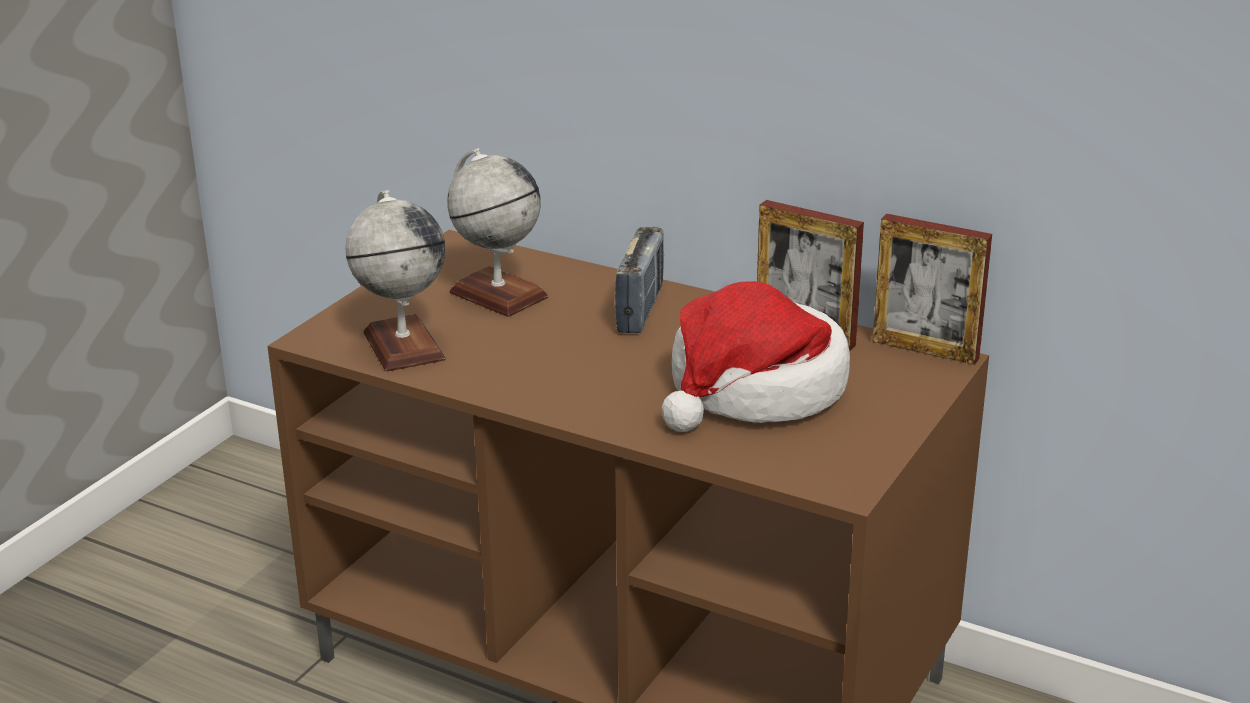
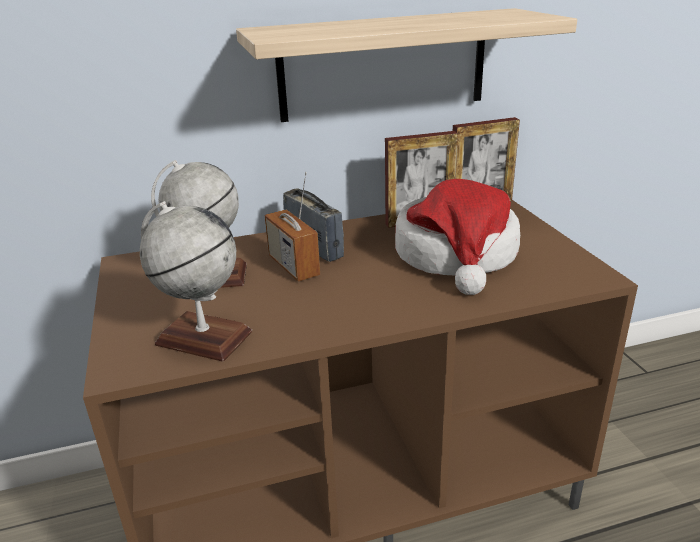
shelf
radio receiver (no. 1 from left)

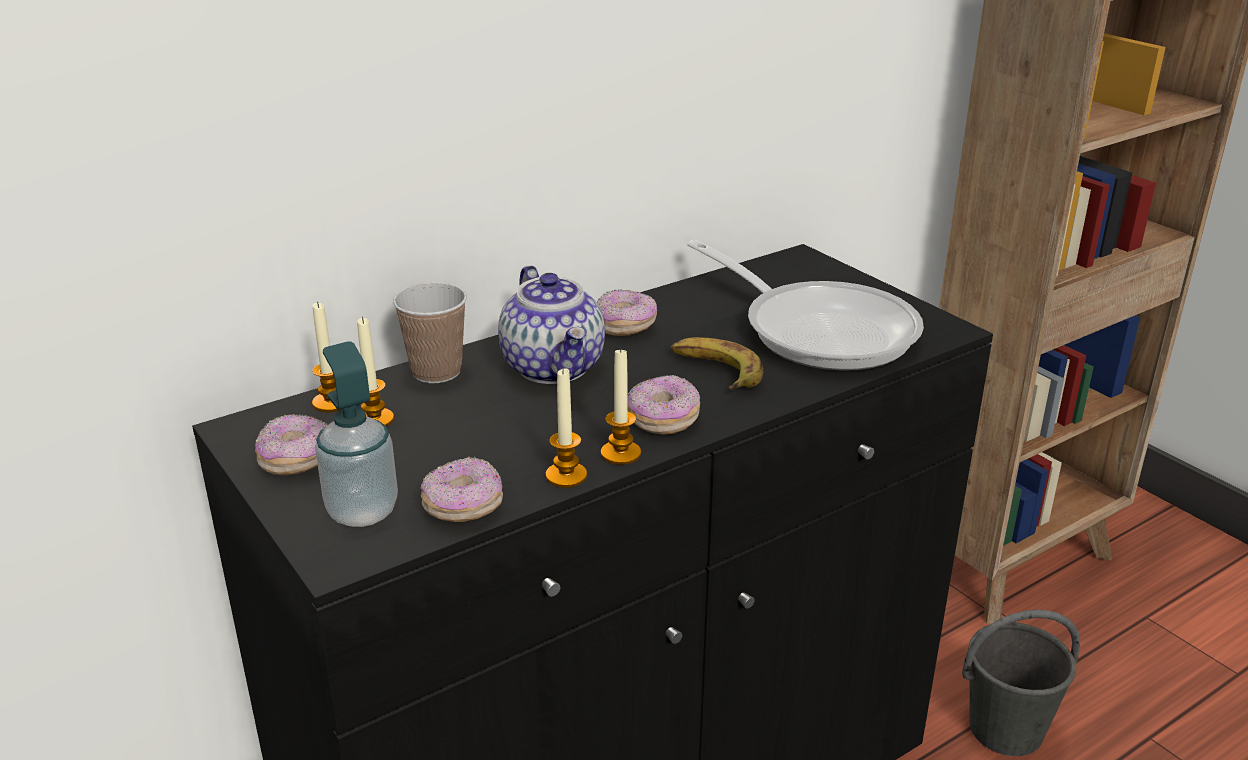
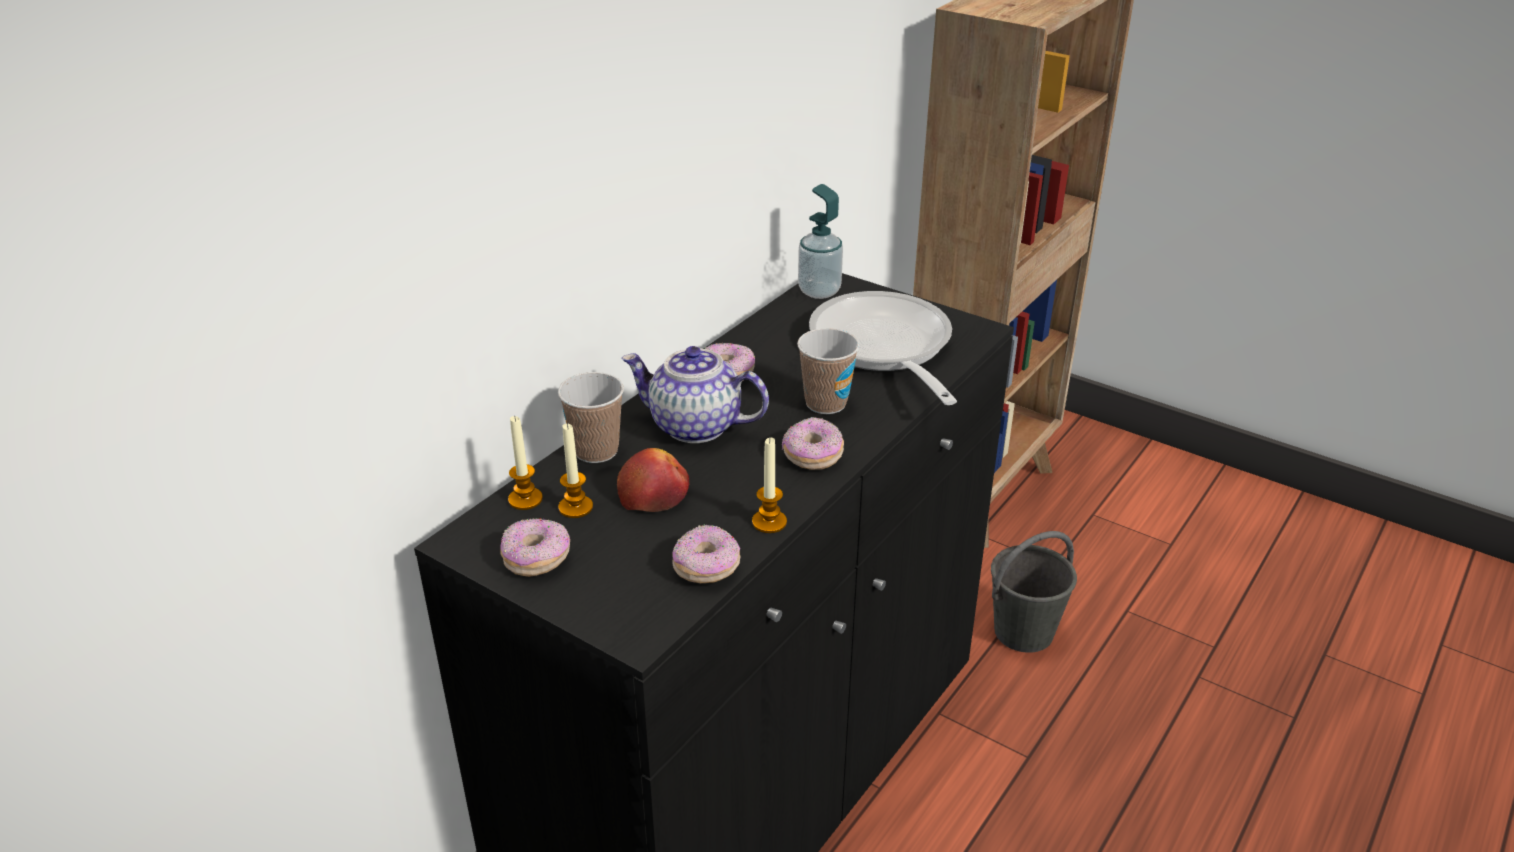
candle (no. 4 from left in the first image)
apple fruit
liquid soap bottle
cup (no. 2 from left)
pot for tea
skillet

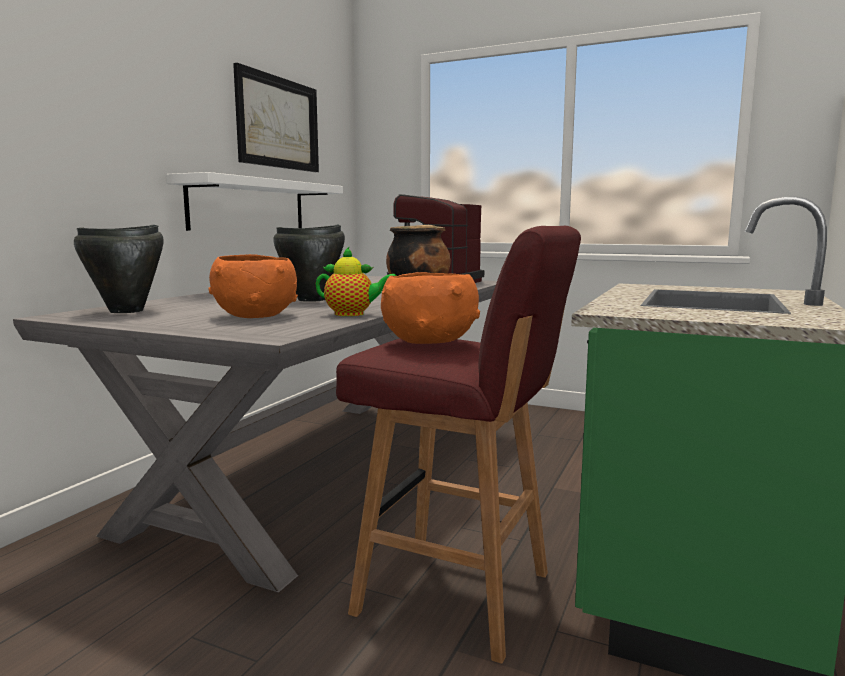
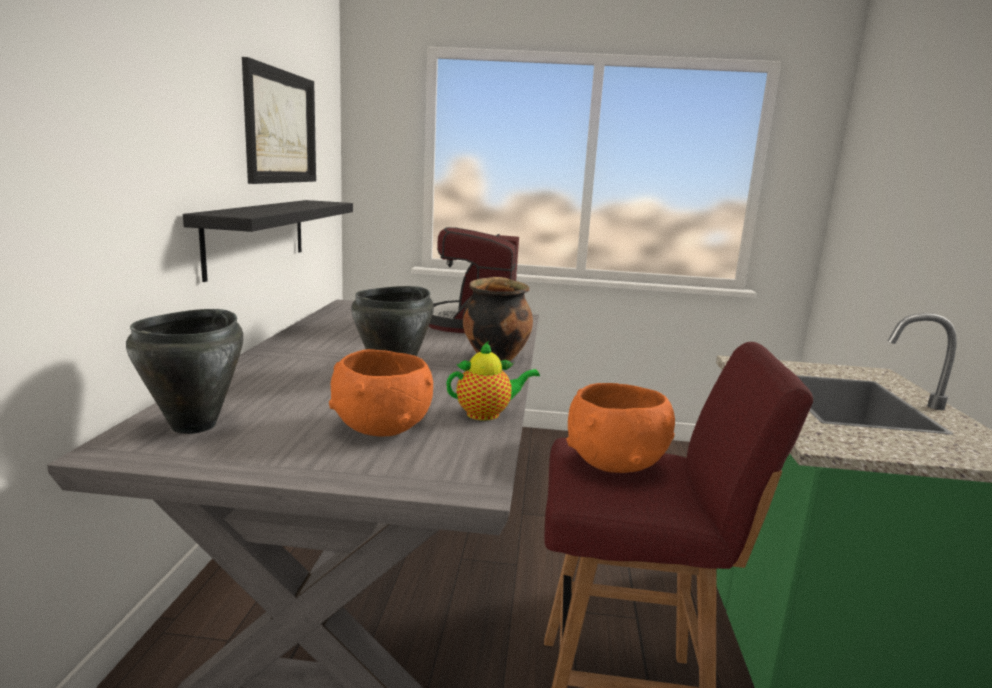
shelf/black

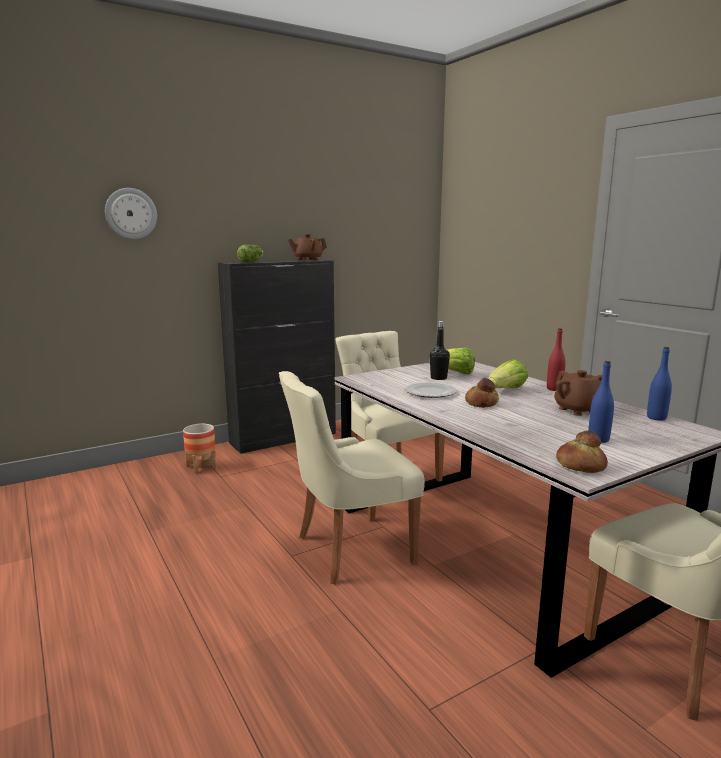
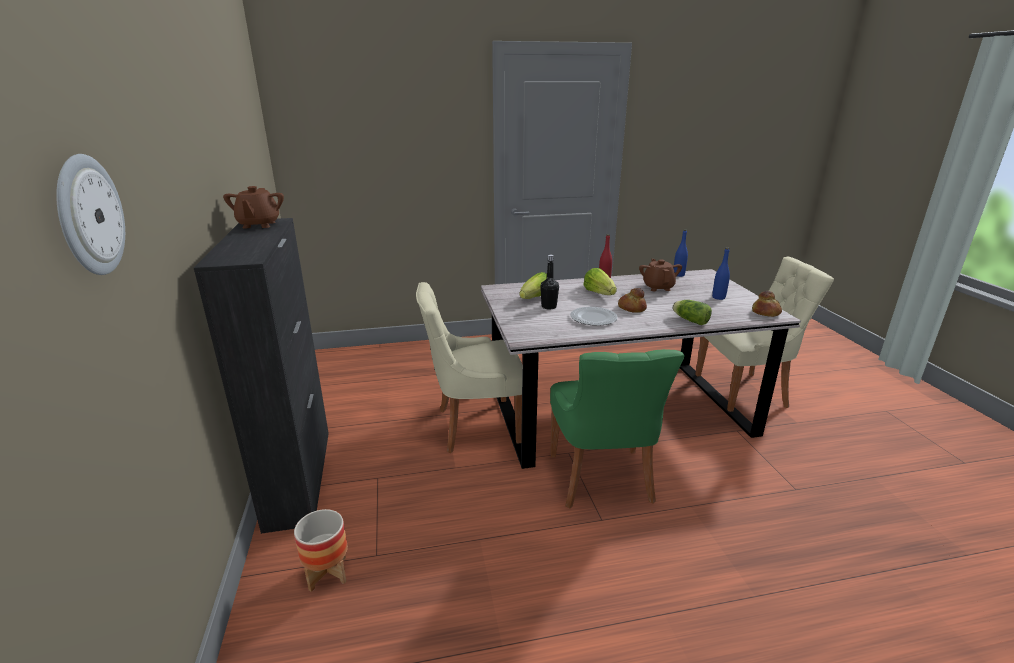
lettuce head (no. 3 from left)
plain chair/green
pot for tea/brown (no. 2 from left)

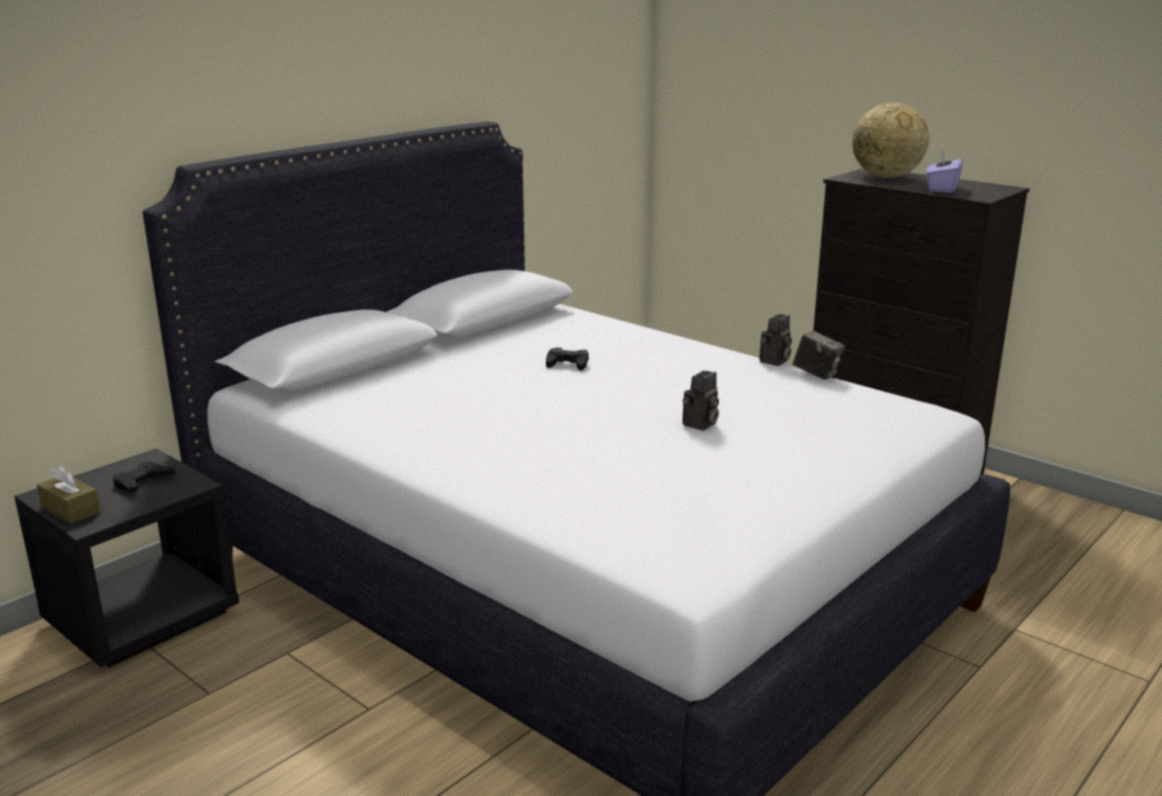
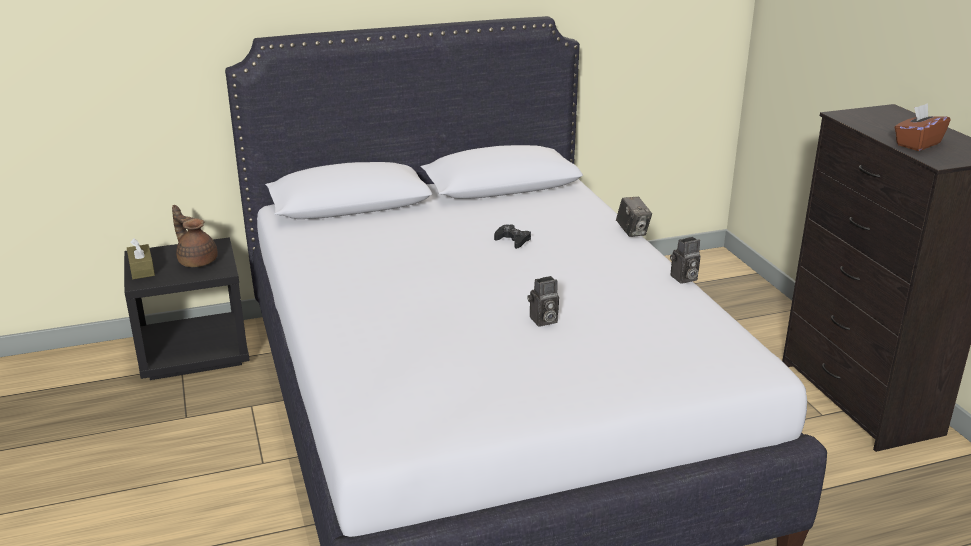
globe
still camera (no. 2 from left)
pot for tea/brown
tissue holder/brown (no. 2 from left)

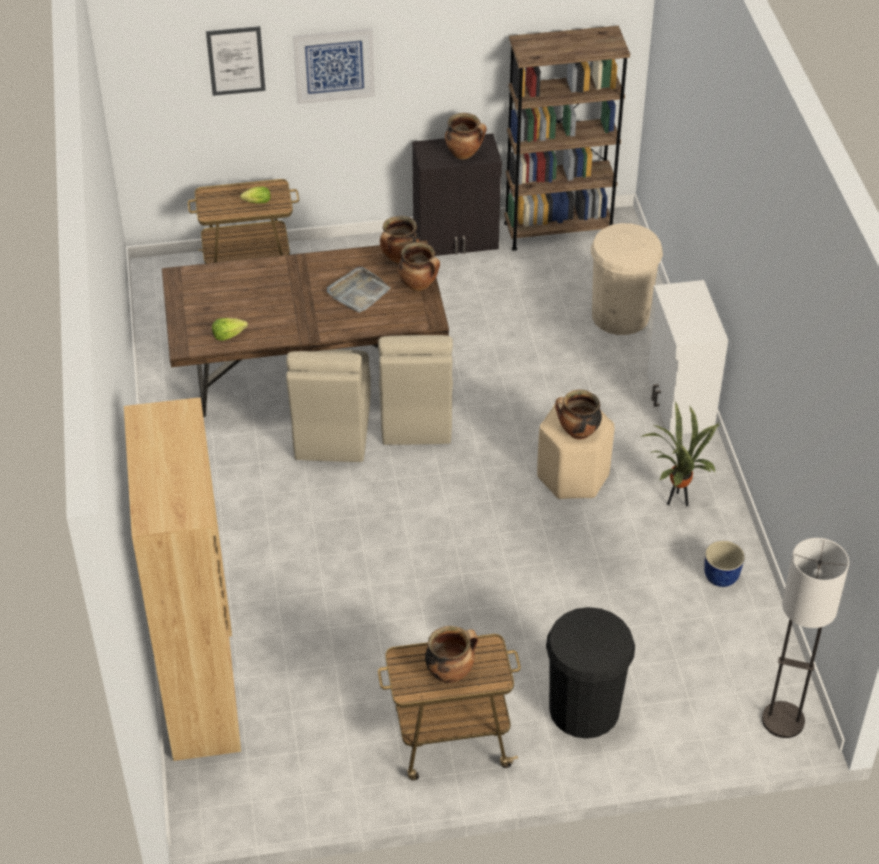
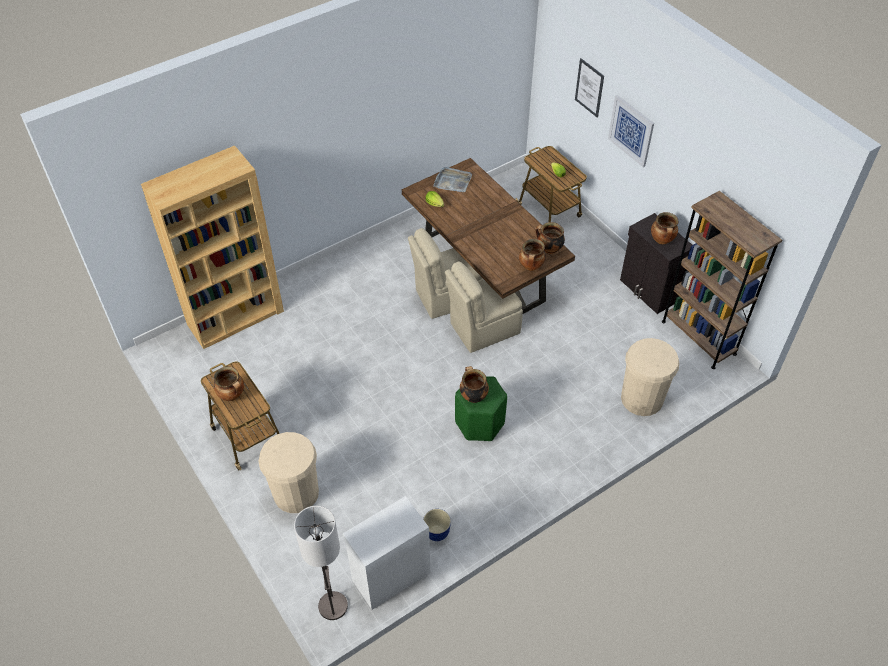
houseplant
carrying tray/greyish
cupboard/white-coloured
stool seat/green
waste bin/beige (no. 1 from left)

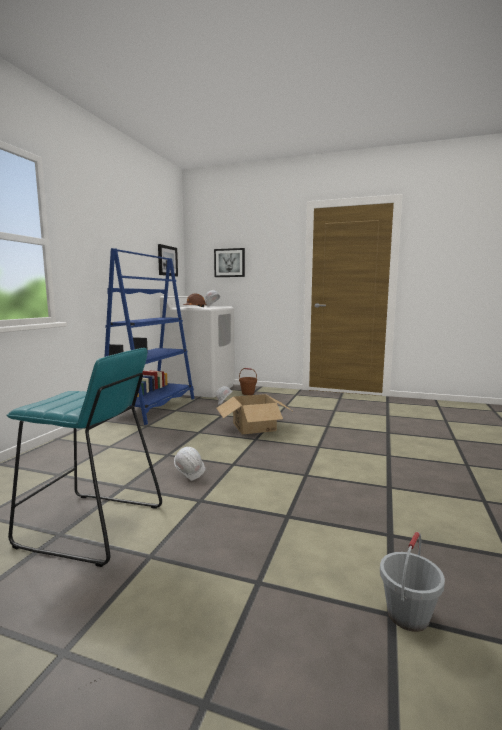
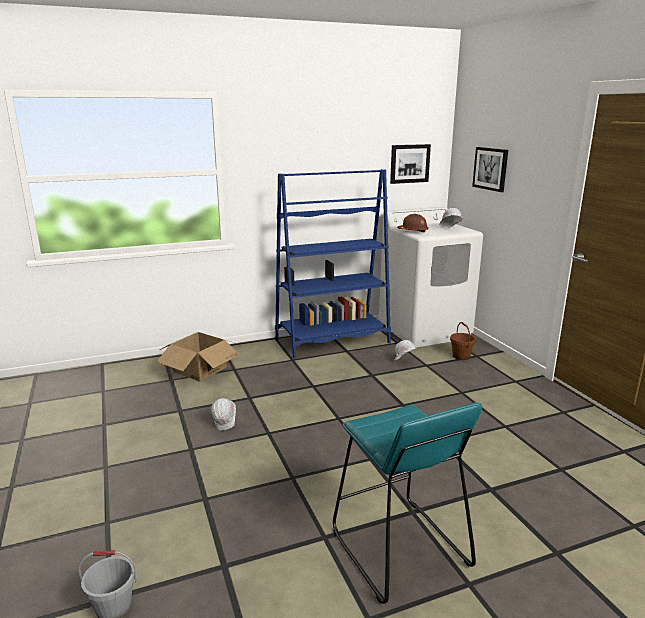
stool seat/turquoise
cardboard box

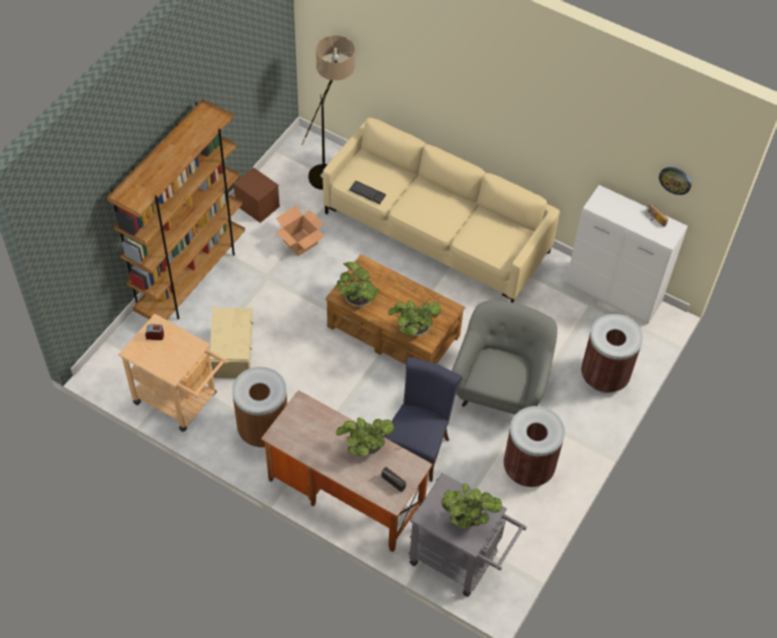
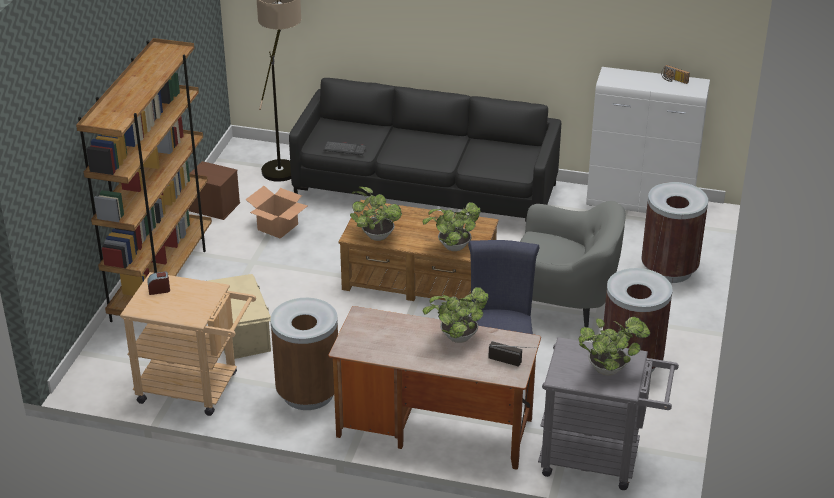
wall clock
couch/black
lounge chair/greyish

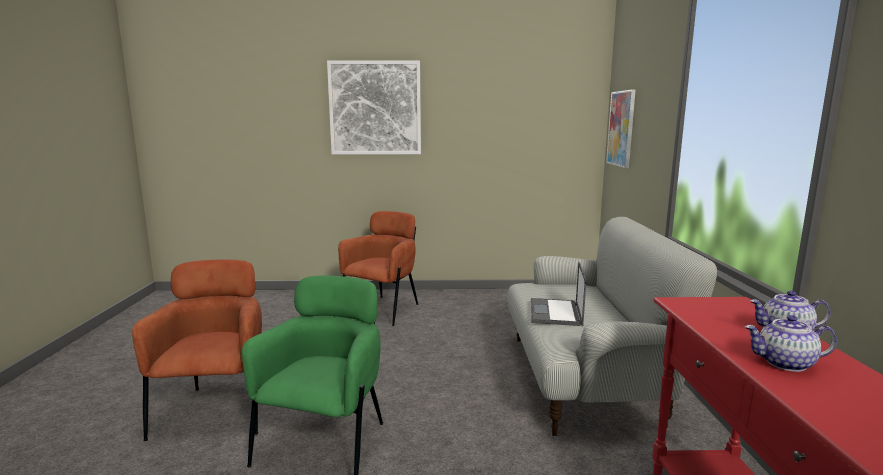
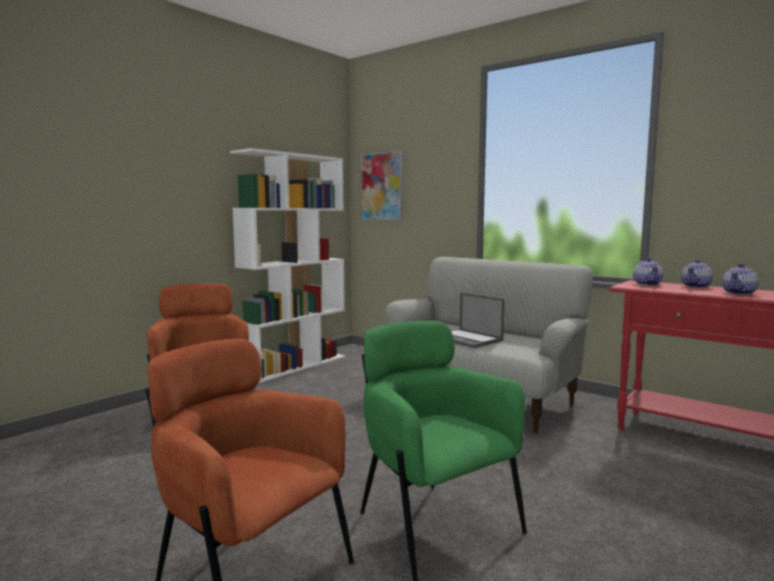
picture (no. 1 from left in the first image)
shelving unit/white-coloured
pot for tea (no. 1 from left)

